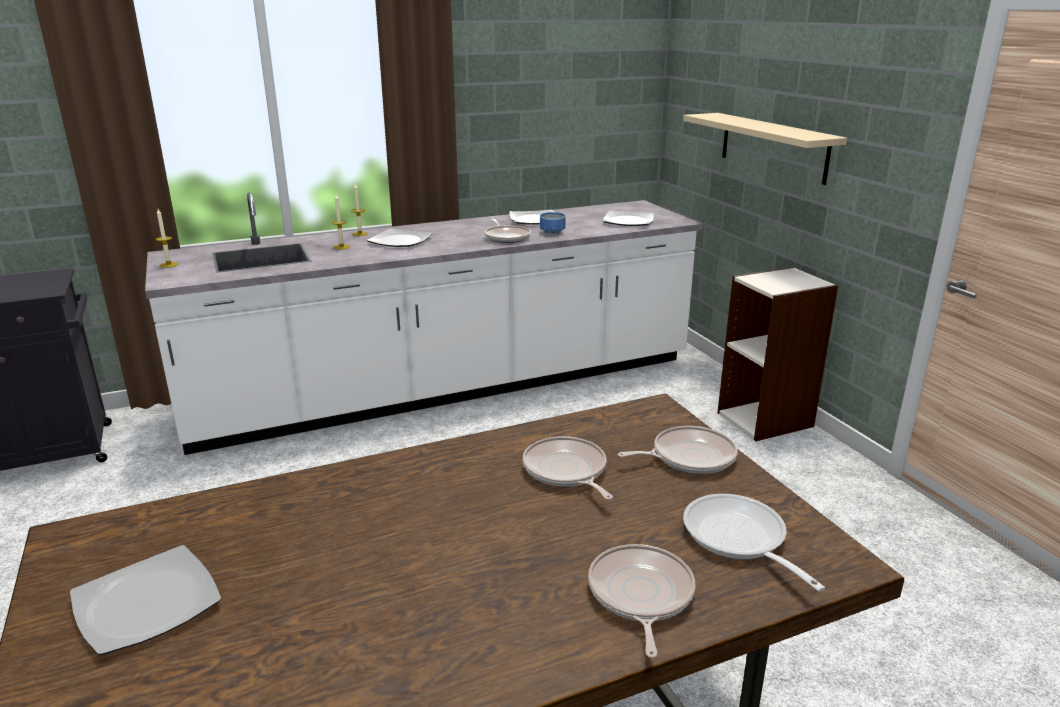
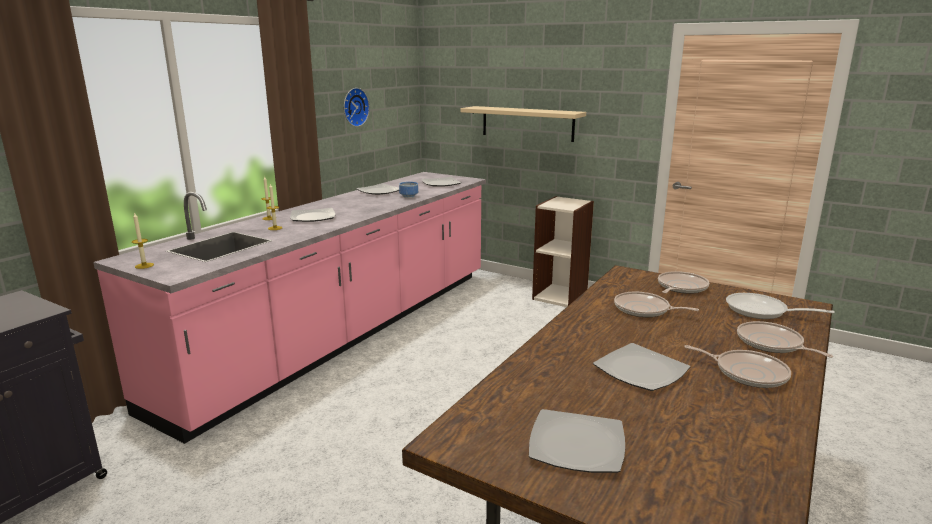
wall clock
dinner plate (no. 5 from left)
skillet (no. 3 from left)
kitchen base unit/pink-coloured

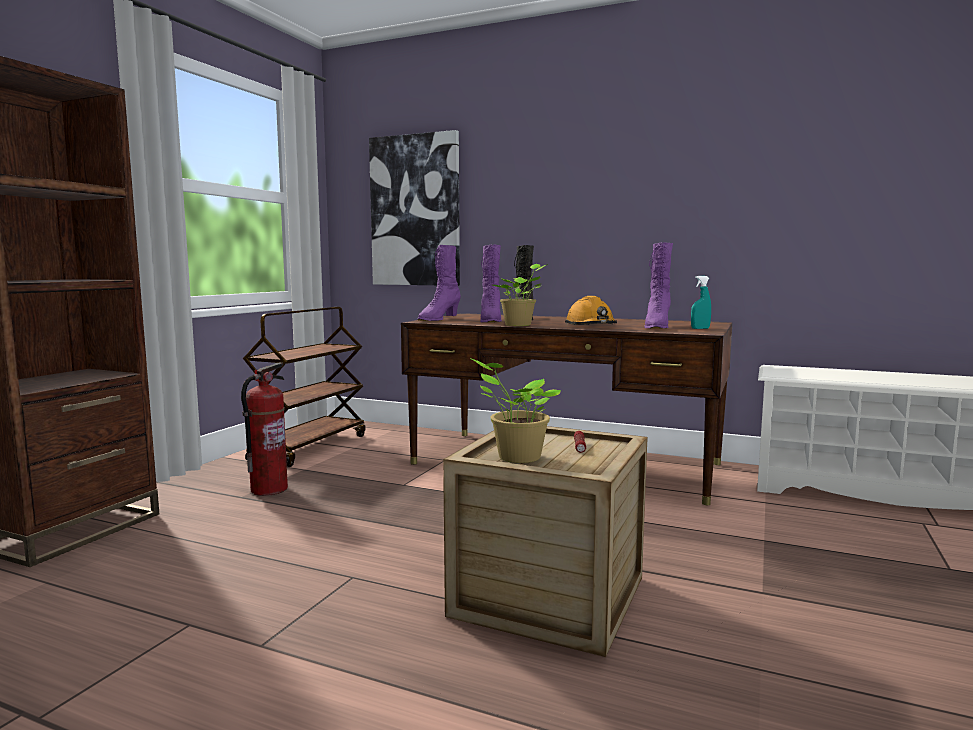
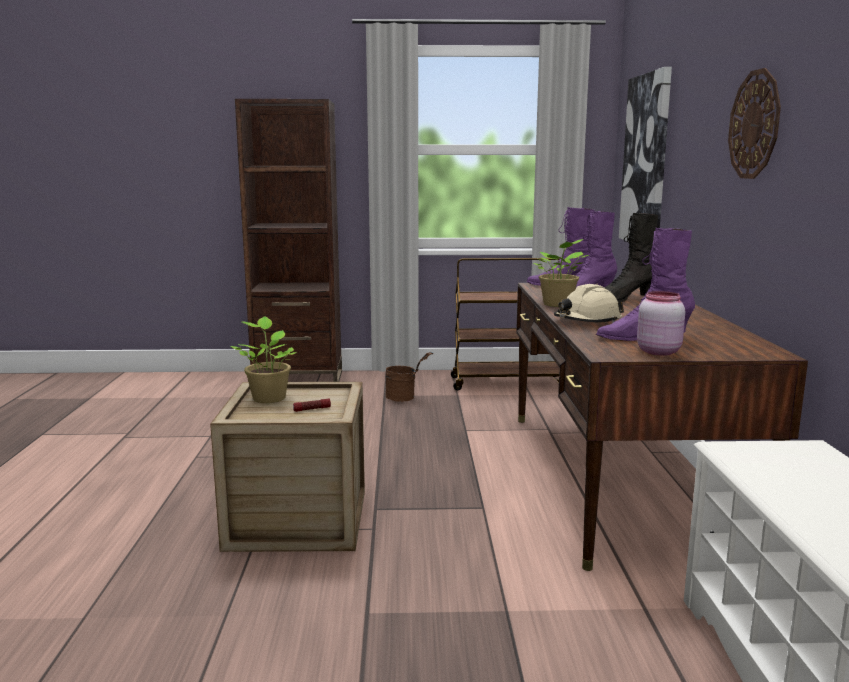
wall clock
water bucket/brown
jar/pink-coloured
hard hat/beige

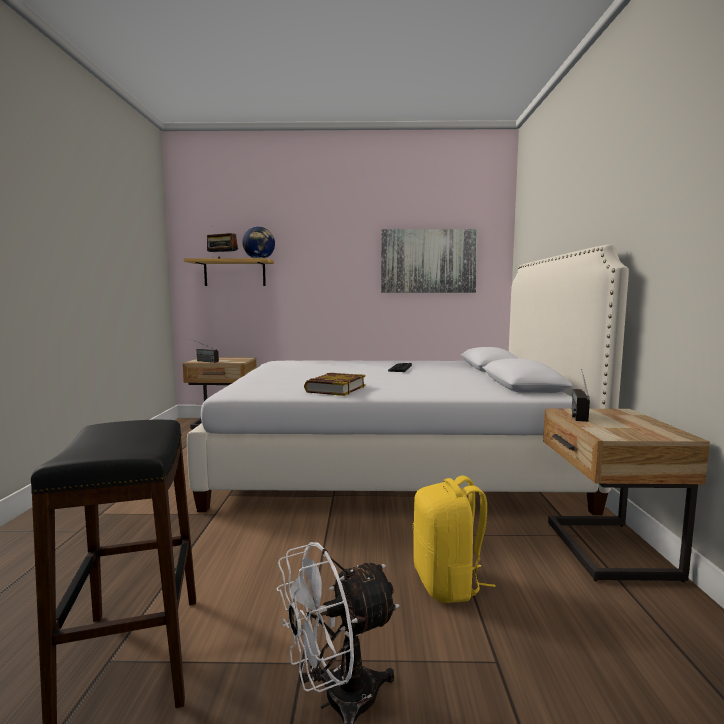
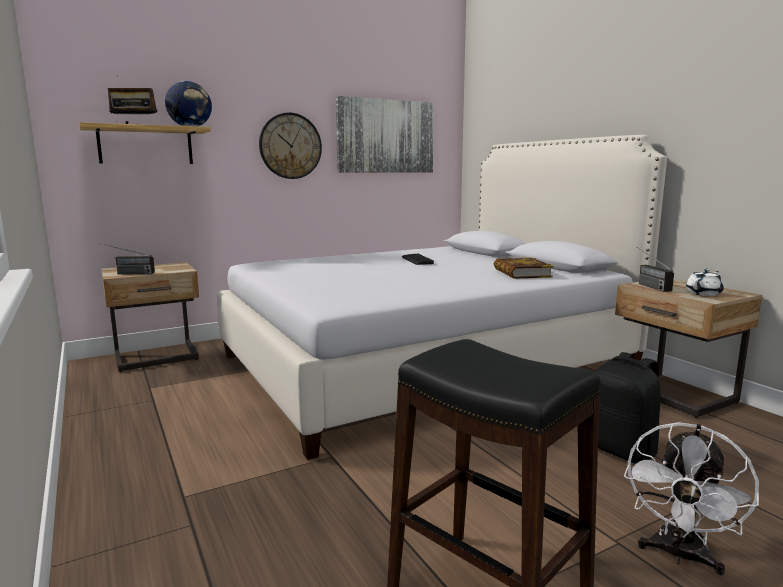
wall clock
pot for tea/white-coloured
bound book
rucksack/black

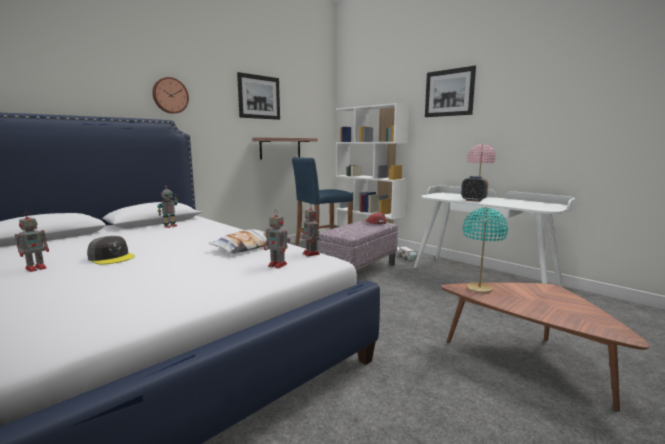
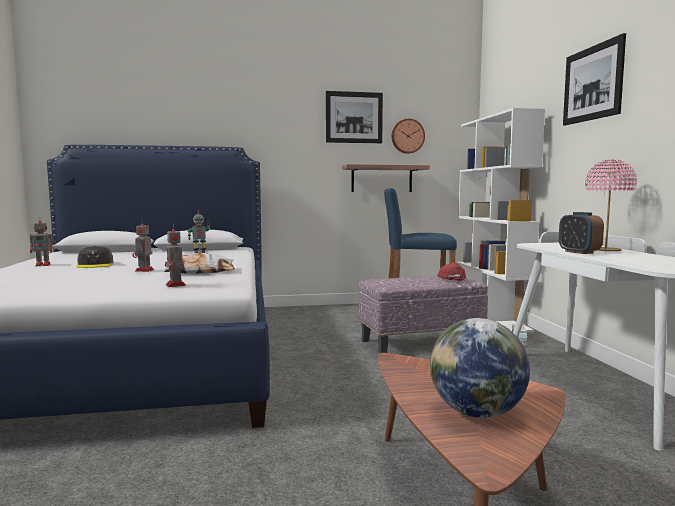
lamp for a table/turquoise
globe
wall clock
robot figure (no. 2 from left)

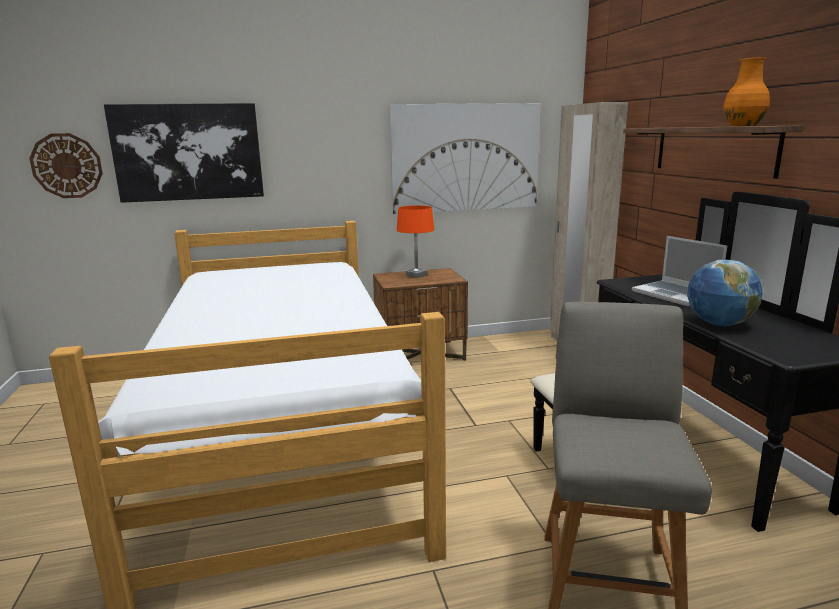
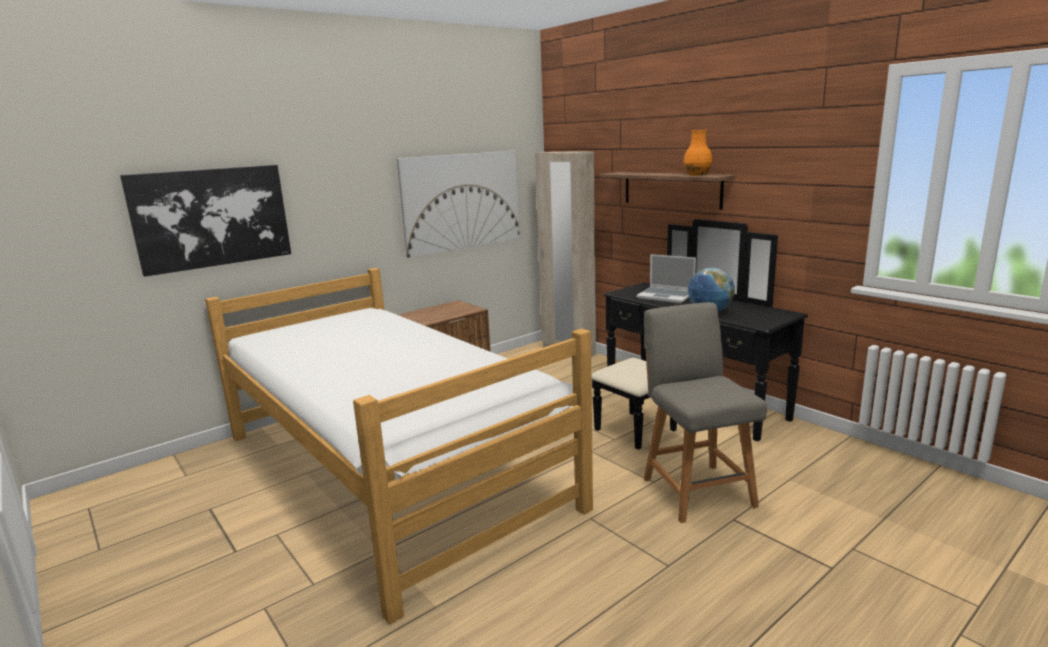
wall clock
lamp for a table/orange

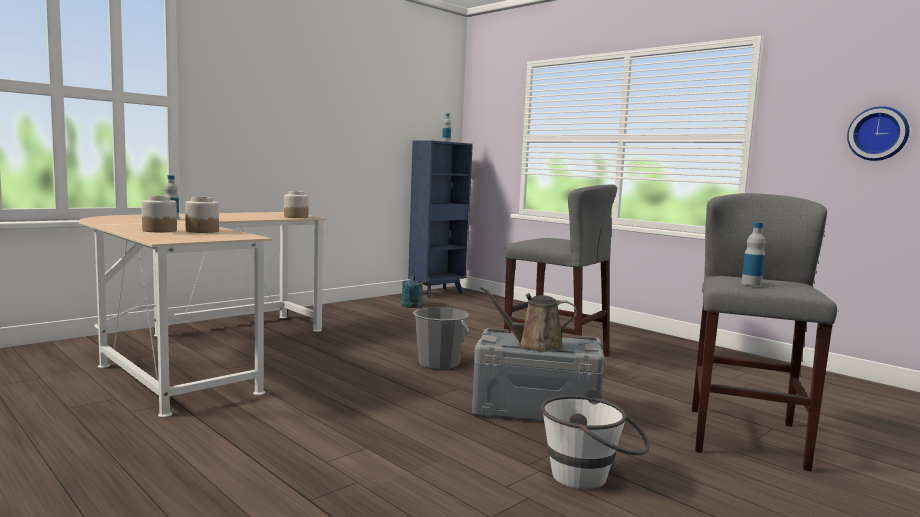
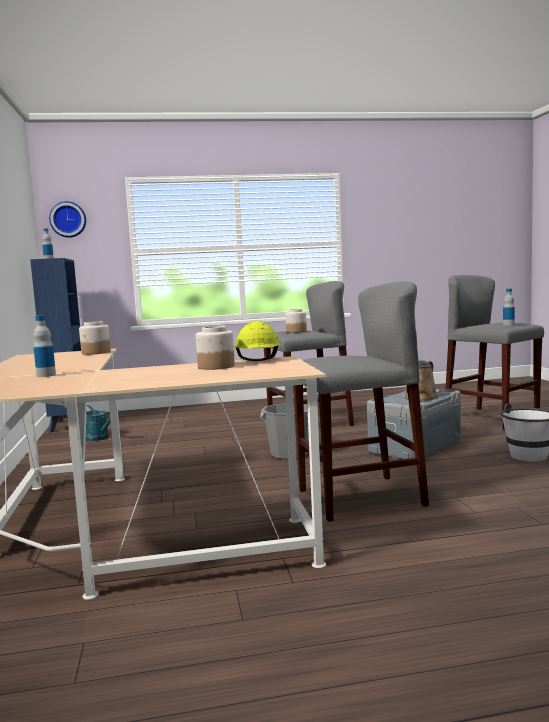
hard hat/yellow-coloured
stool seat/greyish (no. 2 from left)
jar (no. 3 from left)
wall clock

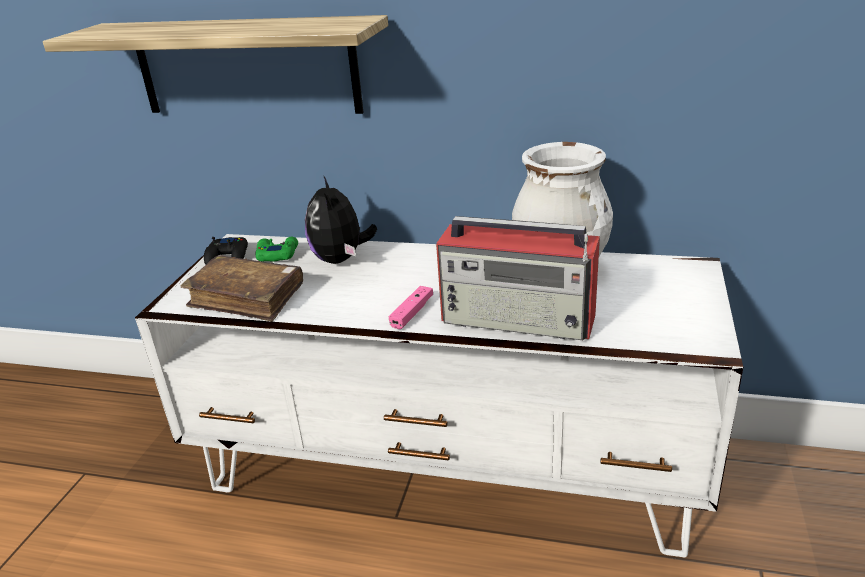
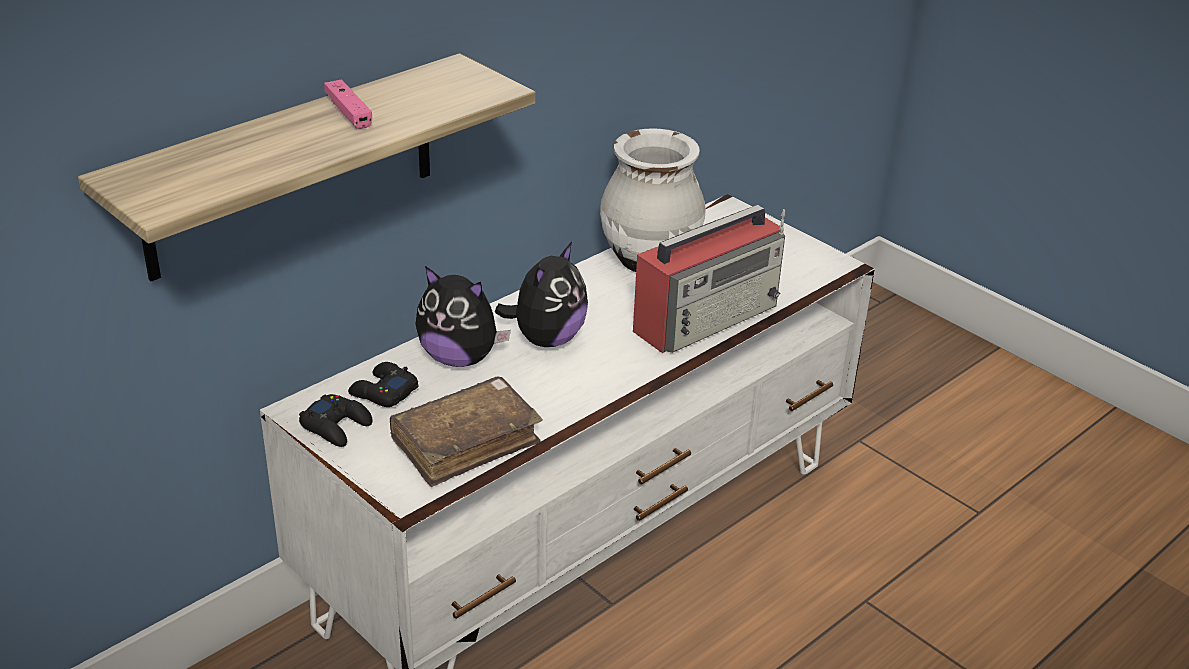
soft toy (no. 2 from left)
gamepad/pink-coloured
gamepad/black (no. 2 from left)

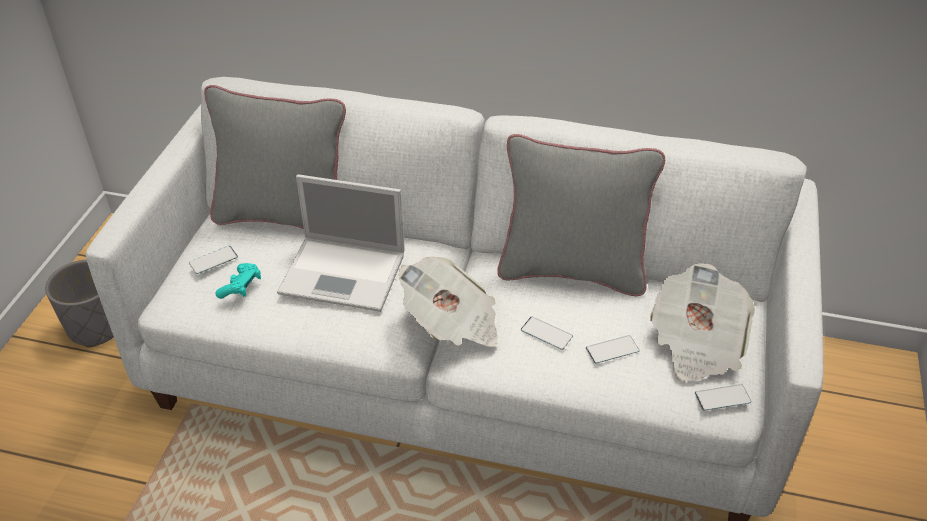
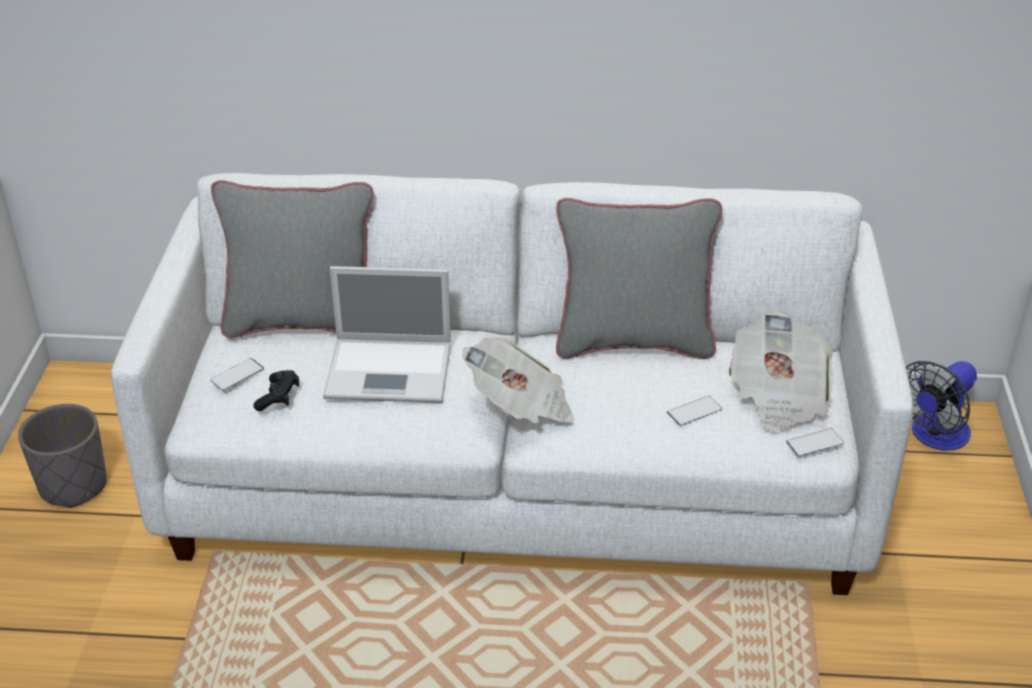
phone (no. 2 from left in the first image)
cooling fan
gamepad/black

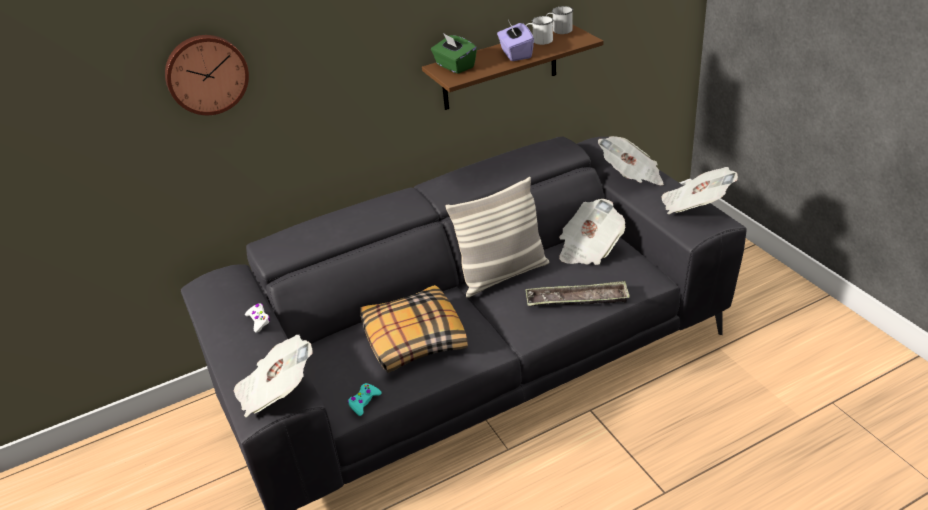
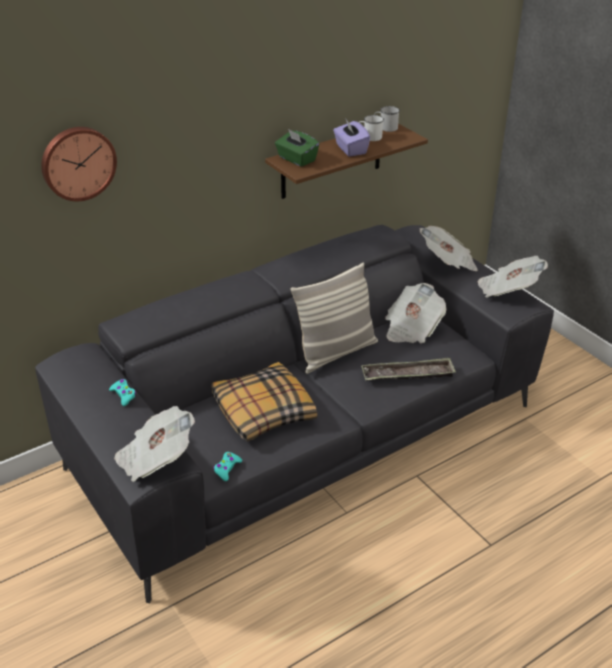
gamepad/turquoise (no. 1 from left)

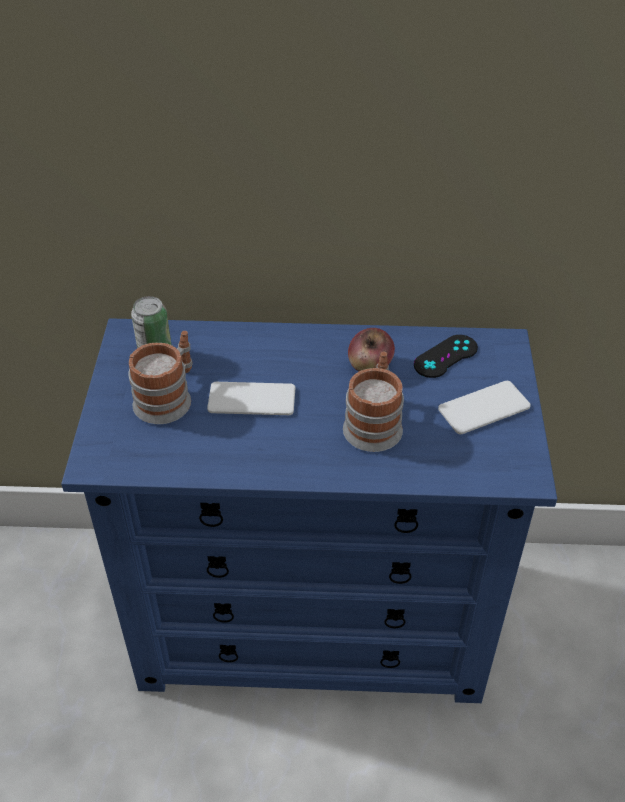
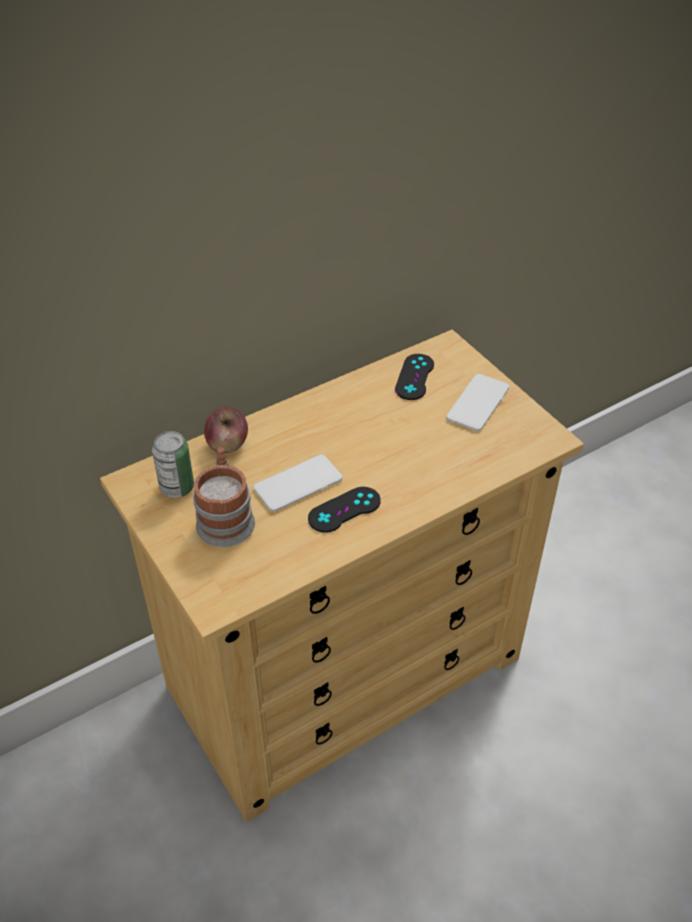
mug (no. 2 from left in the first image)
gamepad/black (no. 1 from left)
apple fruit
chest of drawers/beige

